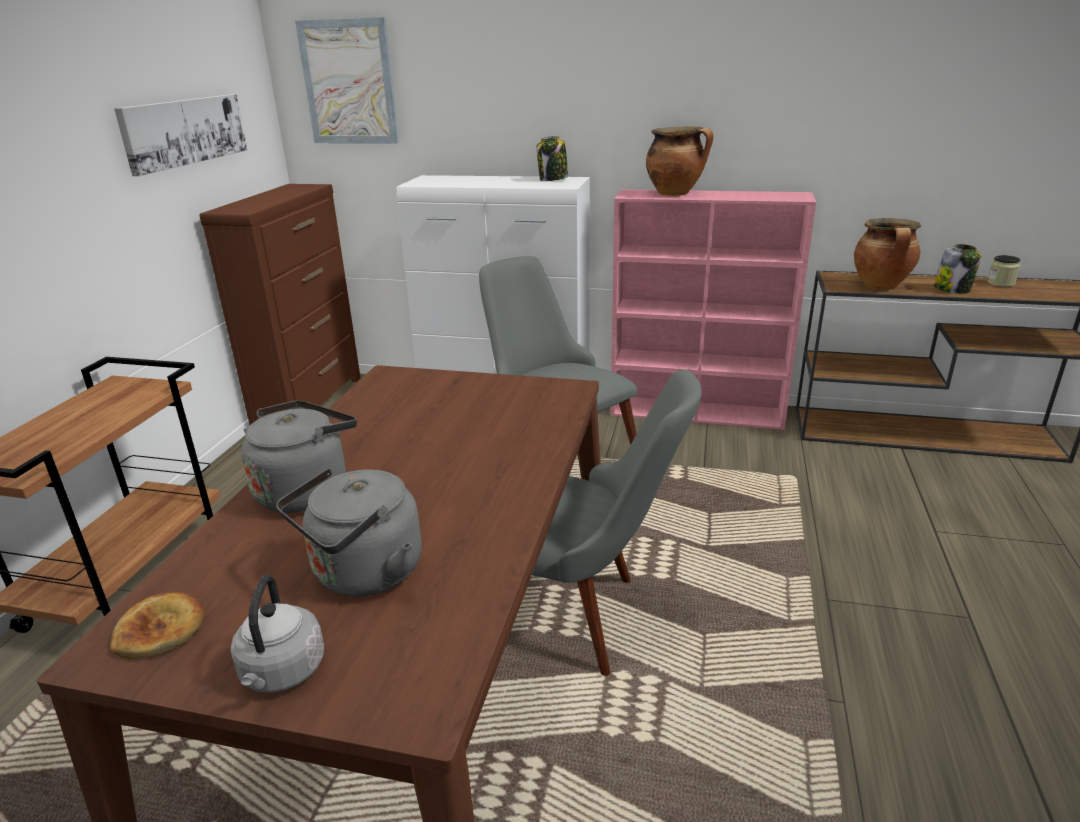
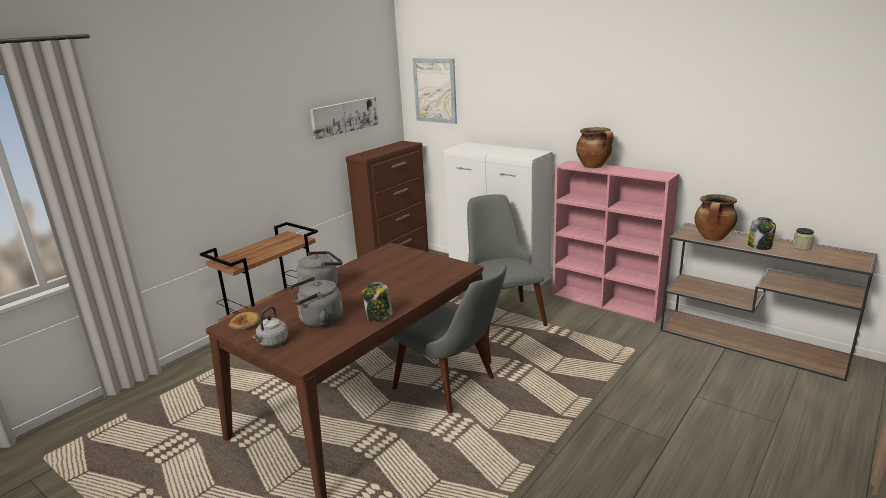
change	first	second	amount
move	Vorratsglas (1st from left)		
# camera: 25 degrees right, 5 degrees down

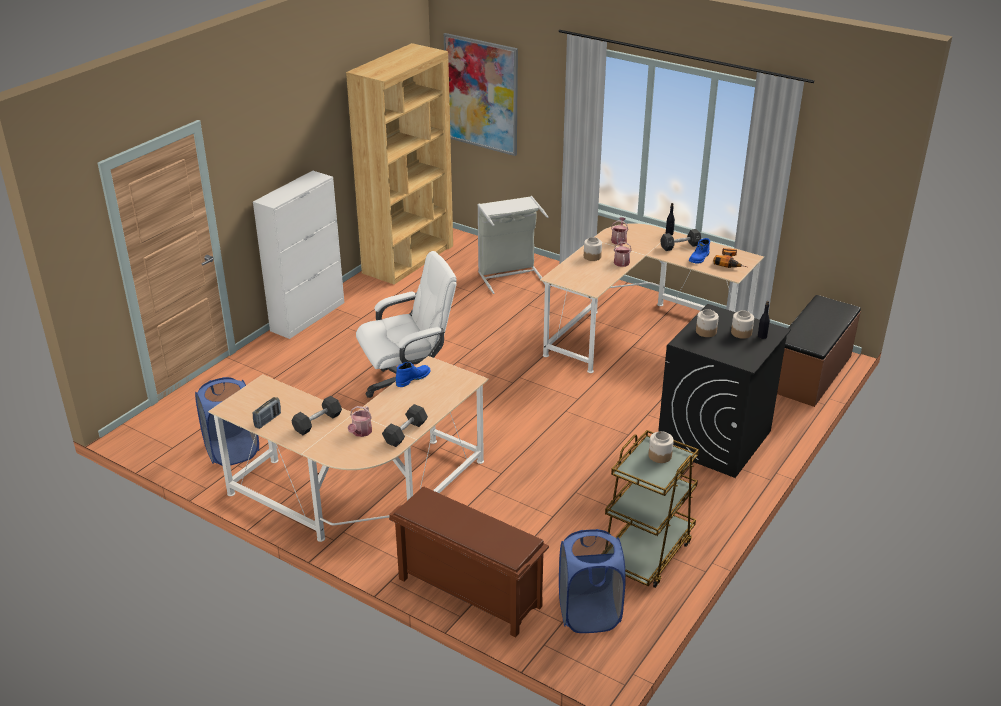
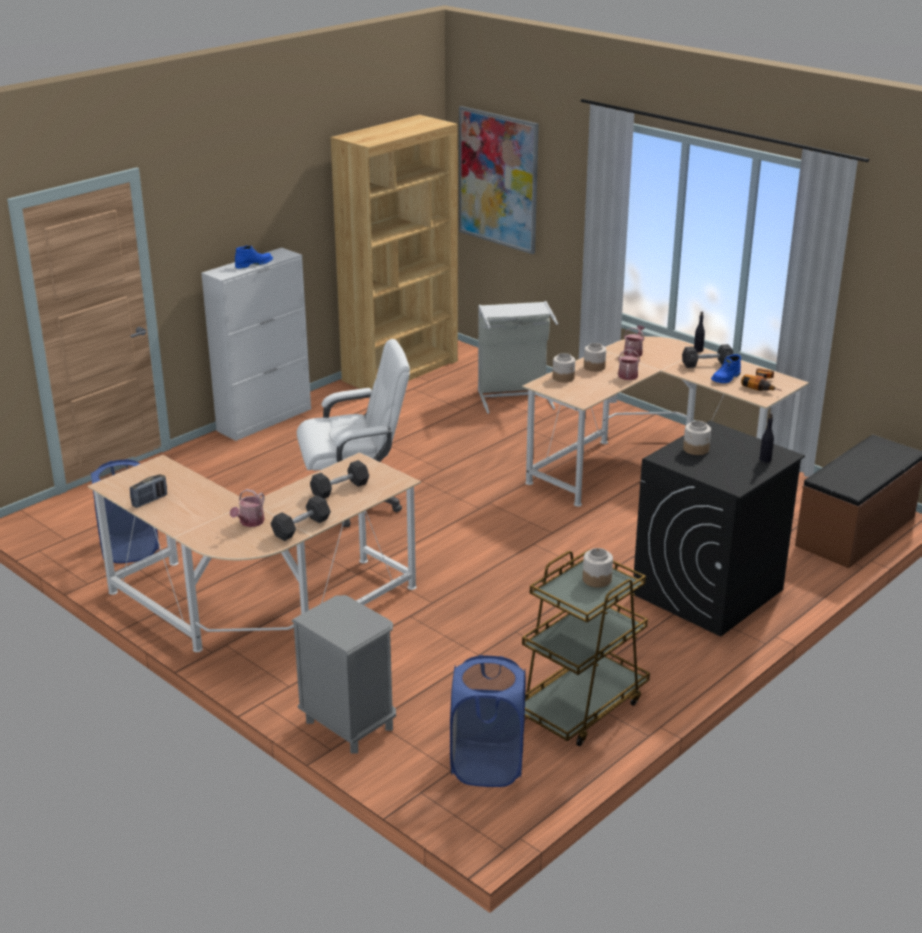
change	first	second	amount
move	Stiefel (blau) (1st from left)		
replace	Schuhregal (braun)	Nachttisch (grau)	
move	Hantel (schwarz) (1st from left in the first image)	Hantel (schwarz) (2nd from left)	
move	Vorratsglas (4th from left in the first image)	Vorratsglas (1st from left)	
# camera: 10 degrees right, 5 degrees down

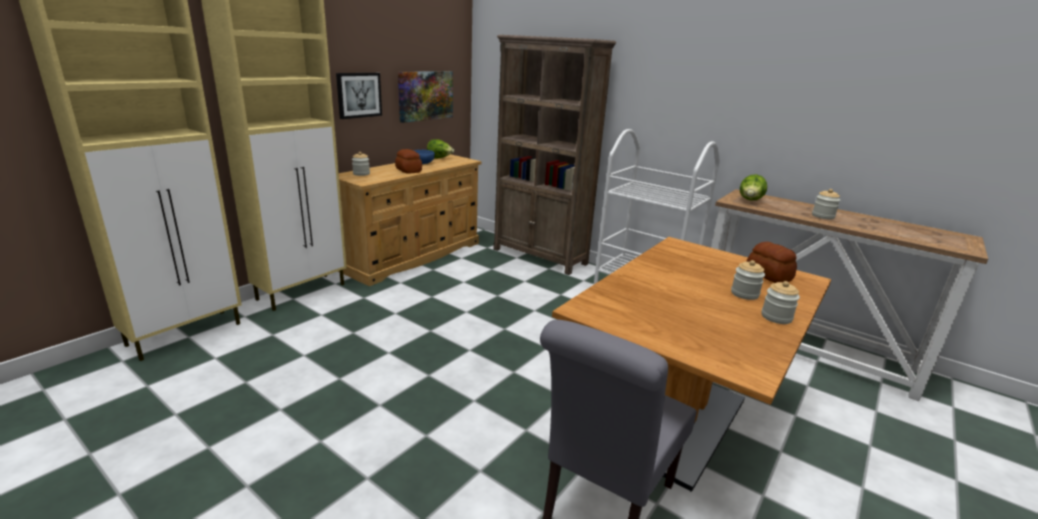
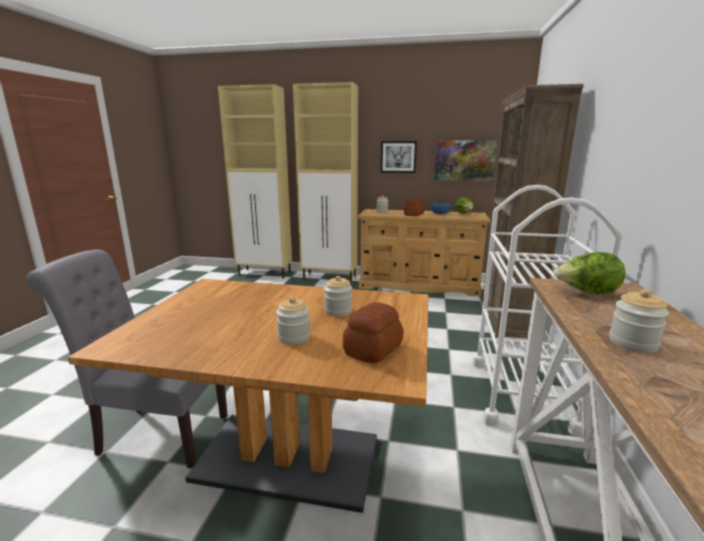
change	first	second	amount
move	Vorratsglas (3rd from left in the first image)	Vorratsglas (2nd from left)	
# camera: 65 degrees right, 5 degrees down

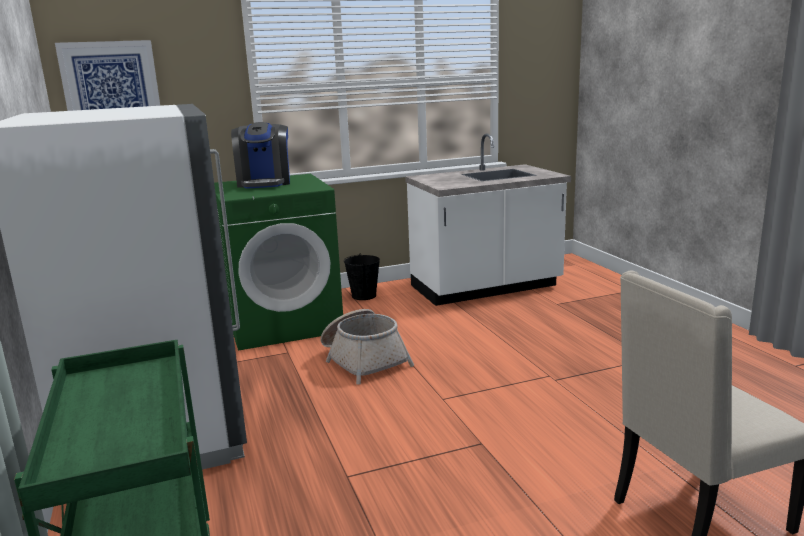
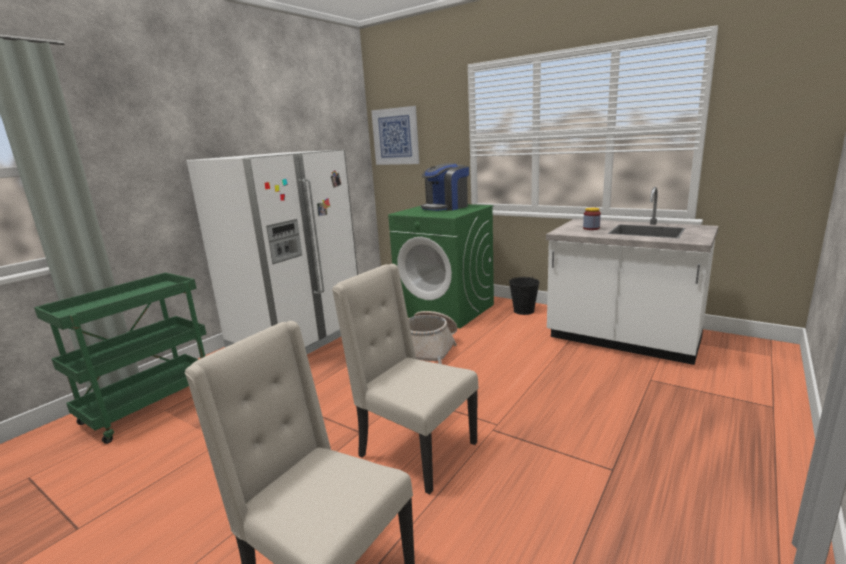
change	first	second	amount
insert		Stuhl (beige) (2nd from left)	
insert		Vorratsglas	
# camera: 55 degrees right, 0 degrees up

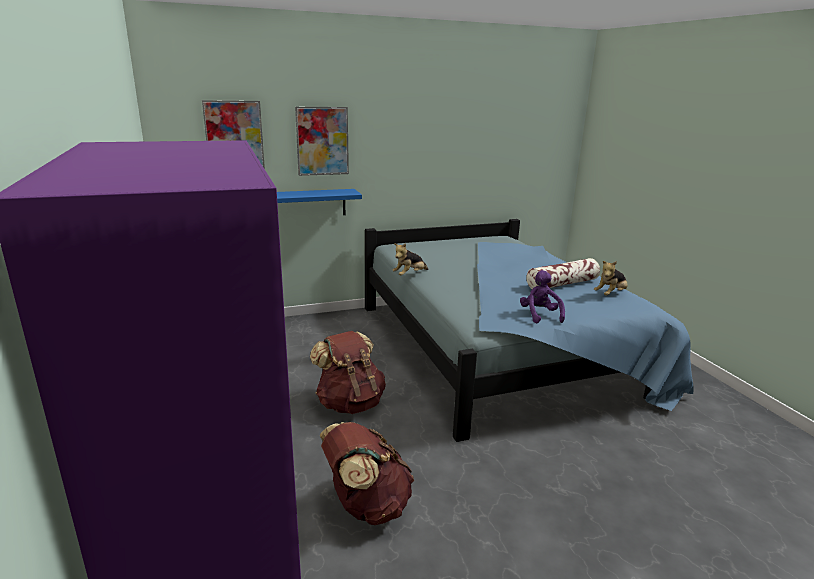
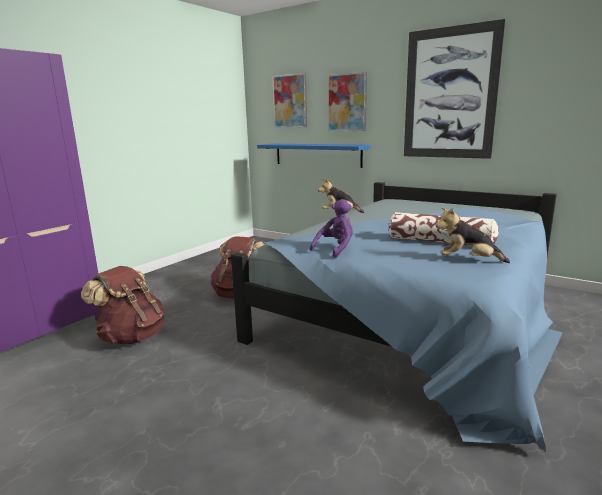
change	first	second	amount
insert		Bild (3rd from left)	
# camera: 55 degrees right, 5 degrees down

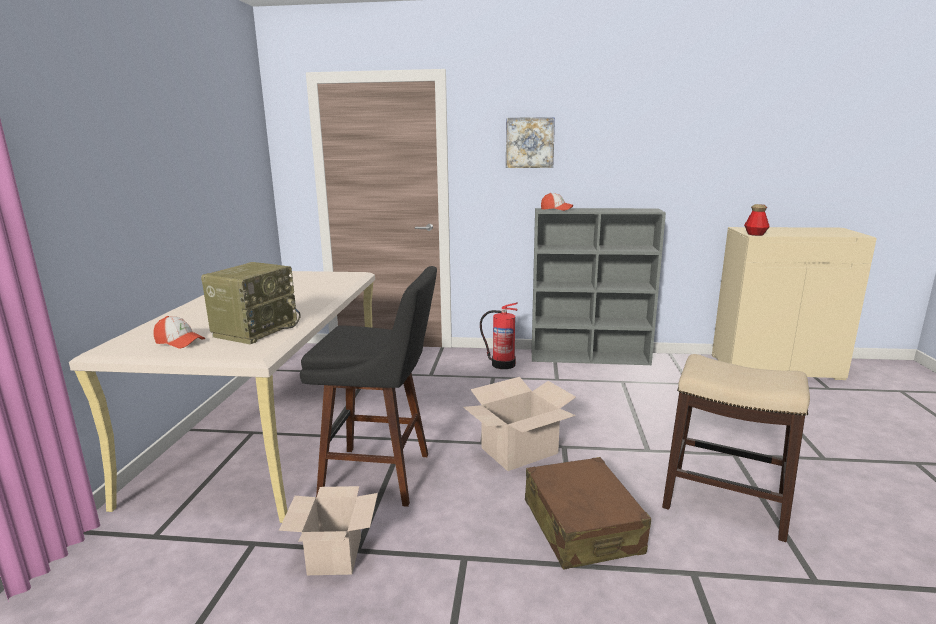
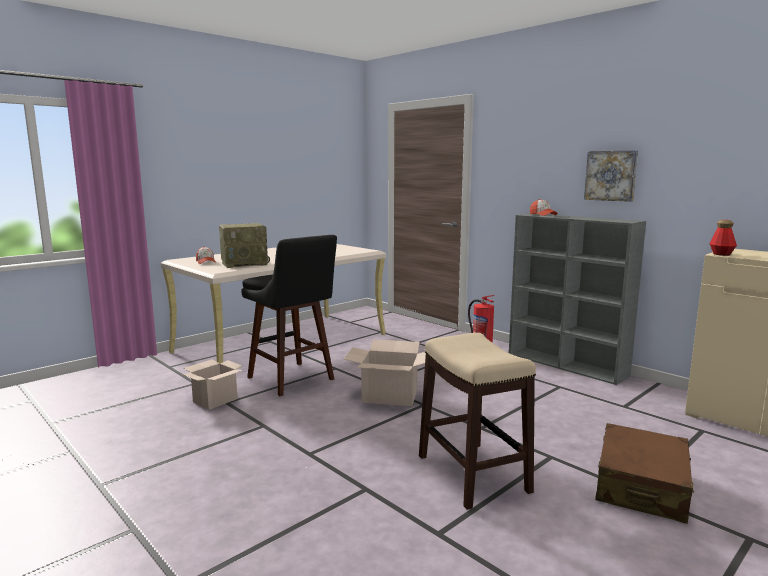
change	first	second	amount
move	Bild		
move	Koffer (braun)		
# camera: 40 degrees right, 5 degrees down

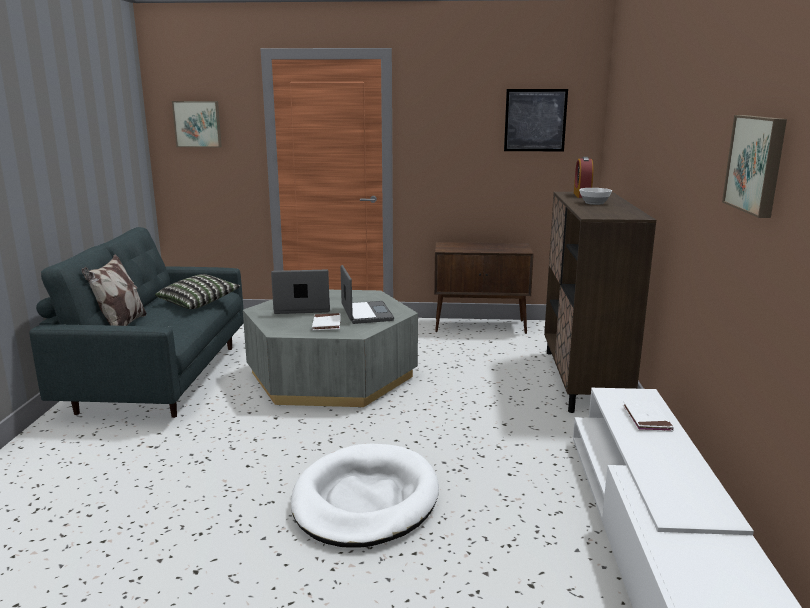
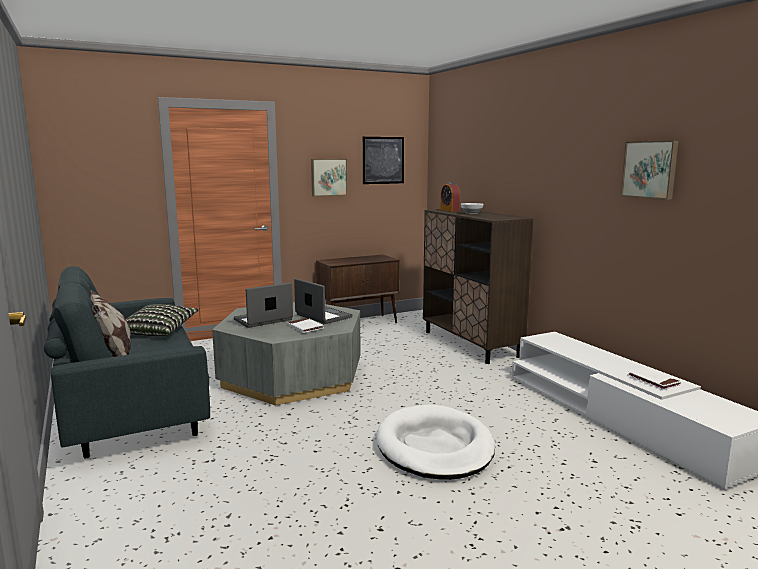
change	first	second	amount
move	Bild (1st from left)		
move	Buch (weiß) (2nd from left)		
# camera: 30 degrees left, 5 degrees down

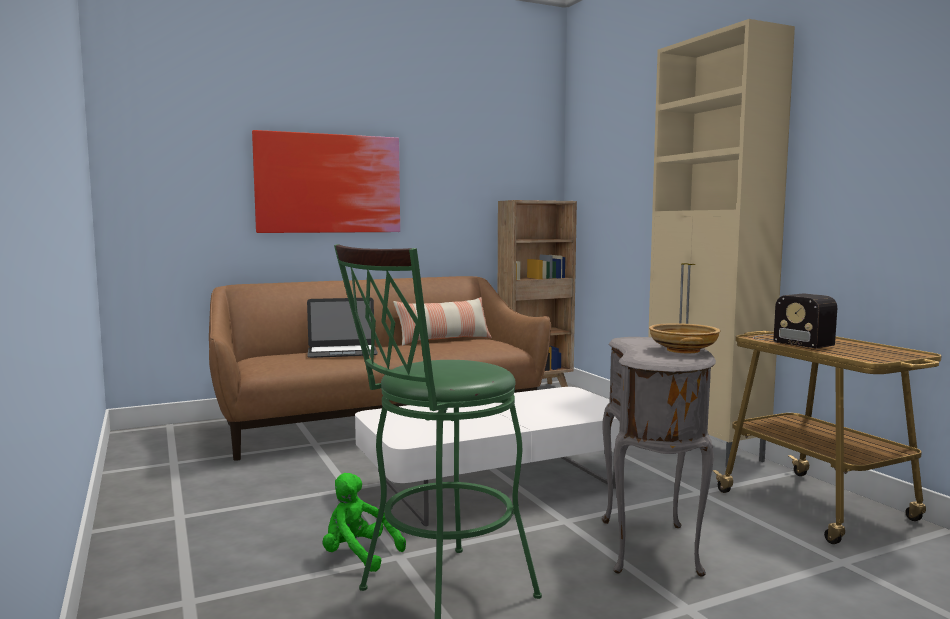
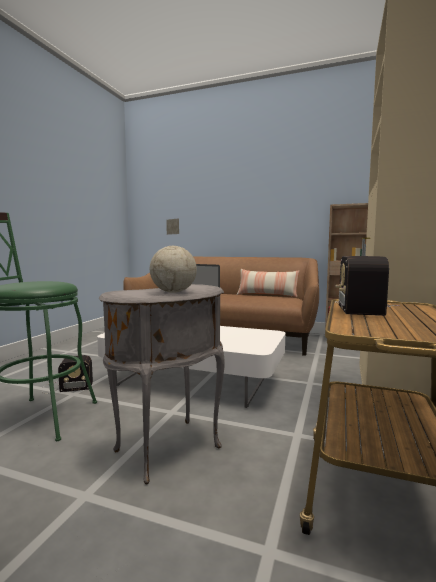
change	first	second	amount
replace	Plüschtier (grün)	Radio (1st from left)	
replace	Schüssel (beige)	Globus	
delete	Bild		
# camera: 45 degrees right, 0 degrees up

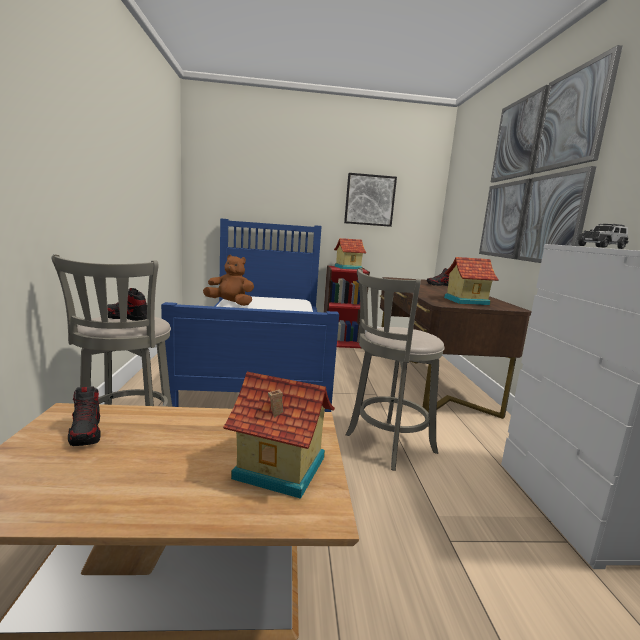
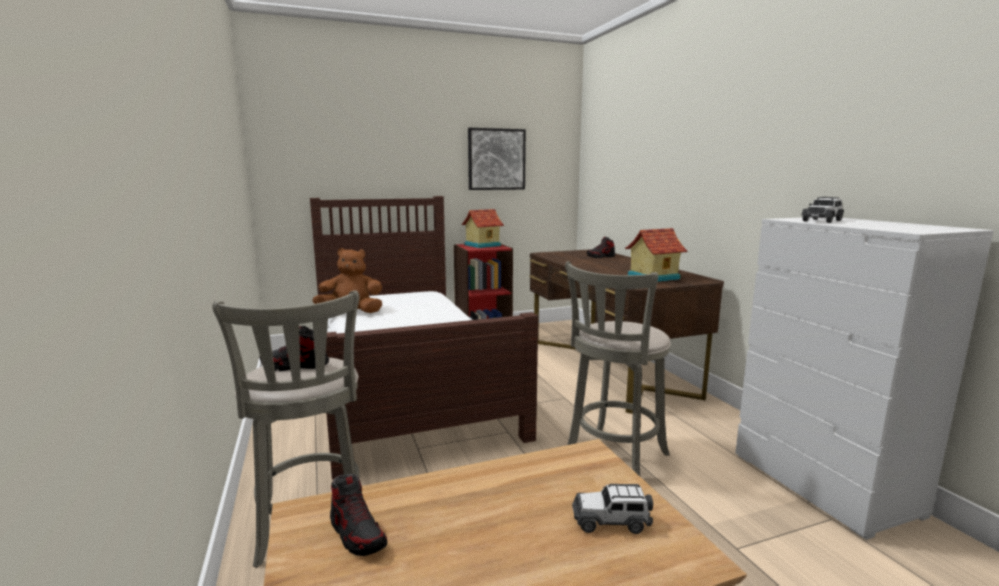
change	first	second	amount
recolor	Bett (blau)	Bett (braun)	
replace	Spielzeughaus (1st from left)	Spielzeugauto (1st from left)	
delete	Bild (2nd from left)		
# camera: 15 degrees left, 0 degrees up

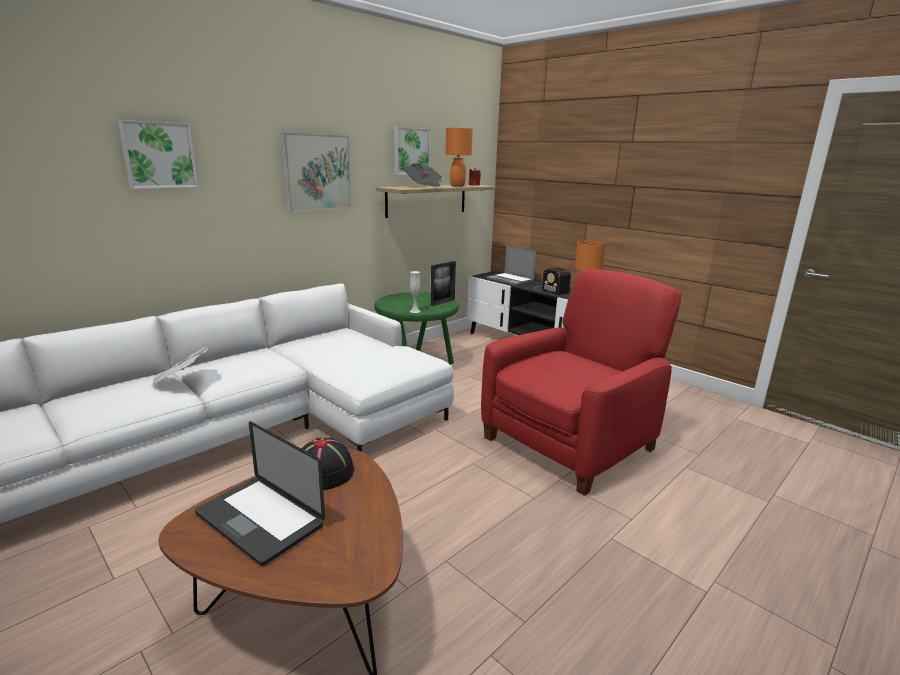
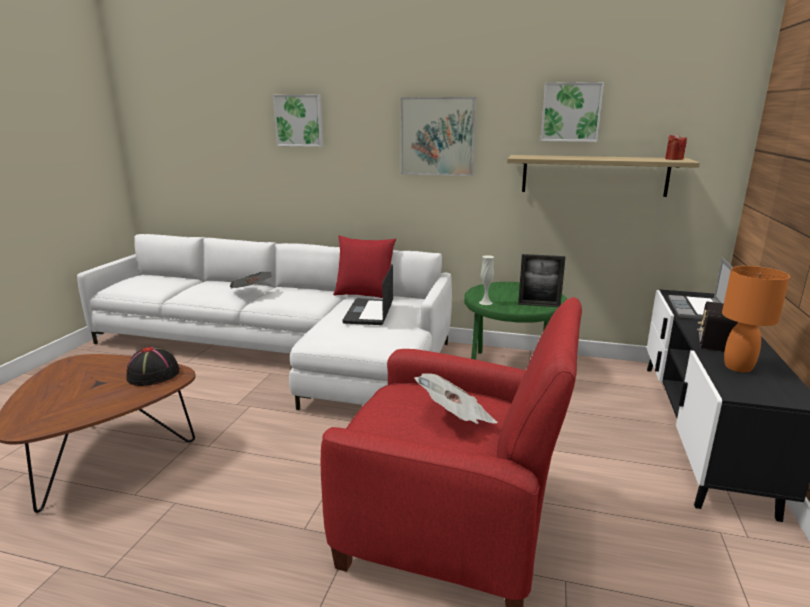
change	first	second	amount
insert		Kissen (rot)	
move	Laptop (1st from left)		
move	Zeitung (2nd from left)		
delete	Tischlampe (orange) (1st from left)		
# camera: 60 degrees right, 0 degrees up

